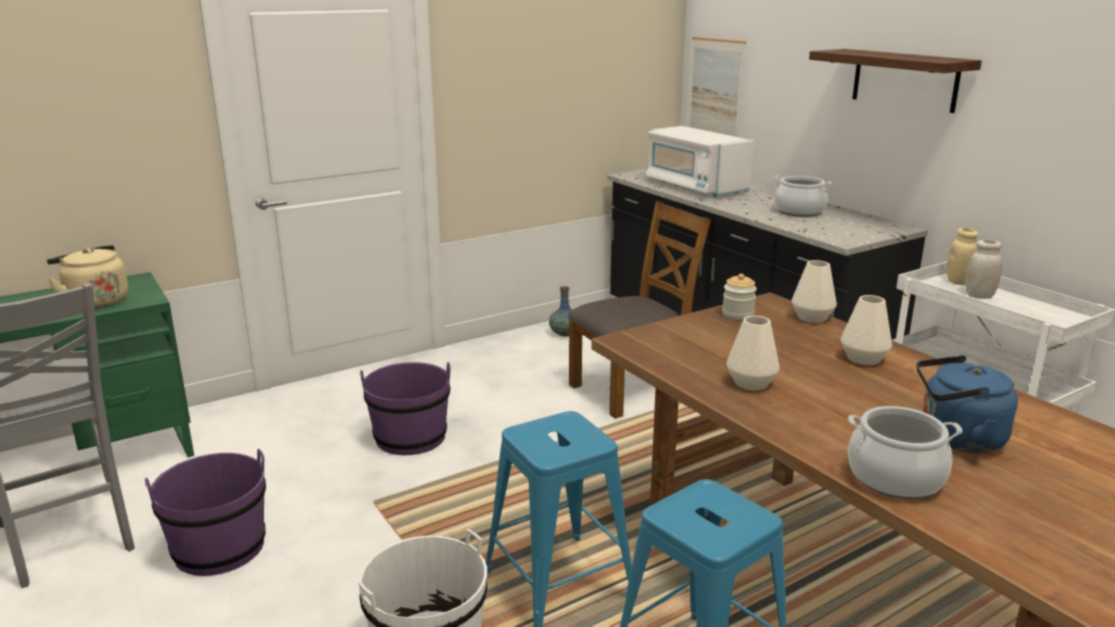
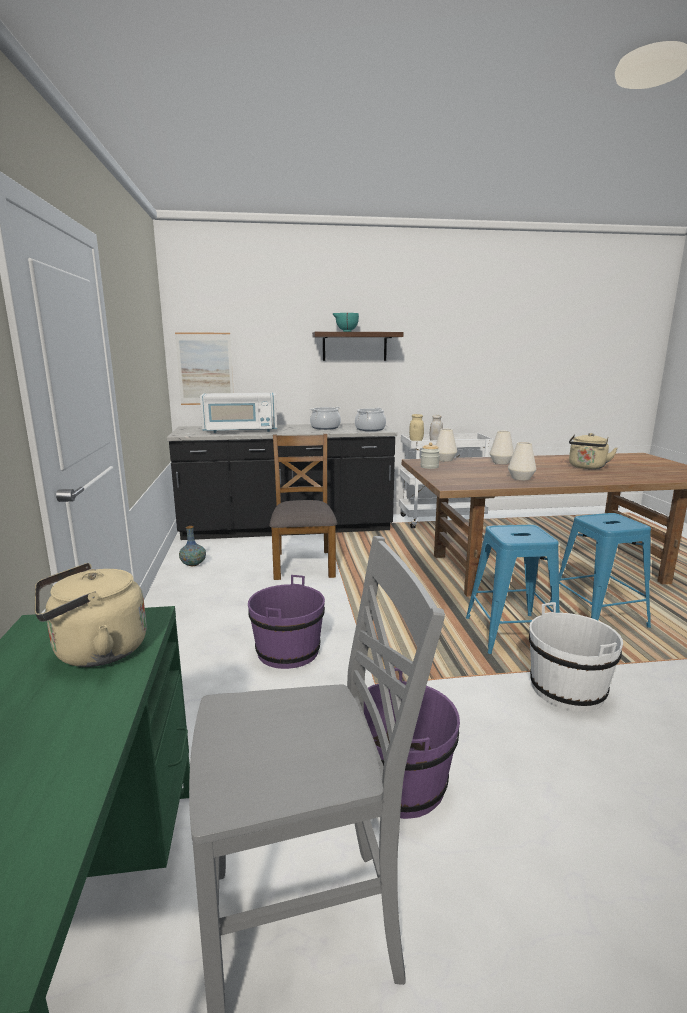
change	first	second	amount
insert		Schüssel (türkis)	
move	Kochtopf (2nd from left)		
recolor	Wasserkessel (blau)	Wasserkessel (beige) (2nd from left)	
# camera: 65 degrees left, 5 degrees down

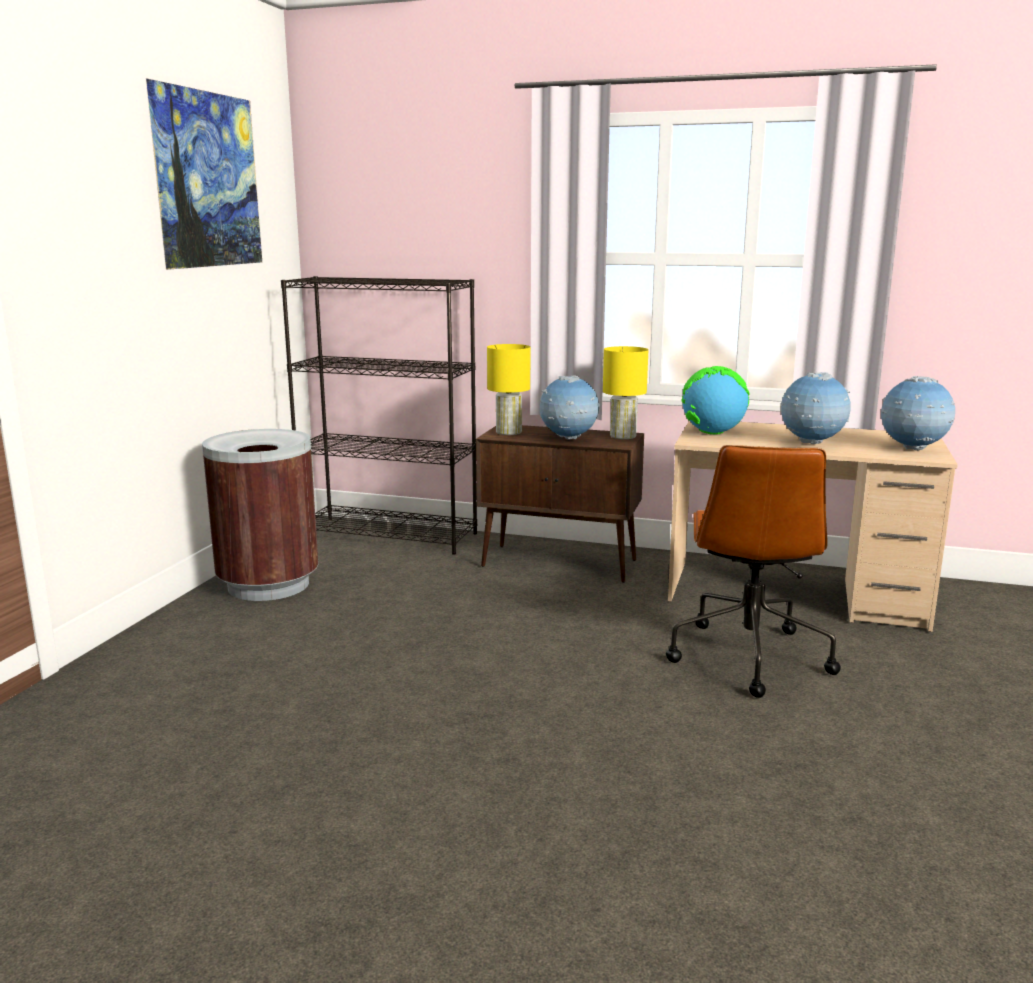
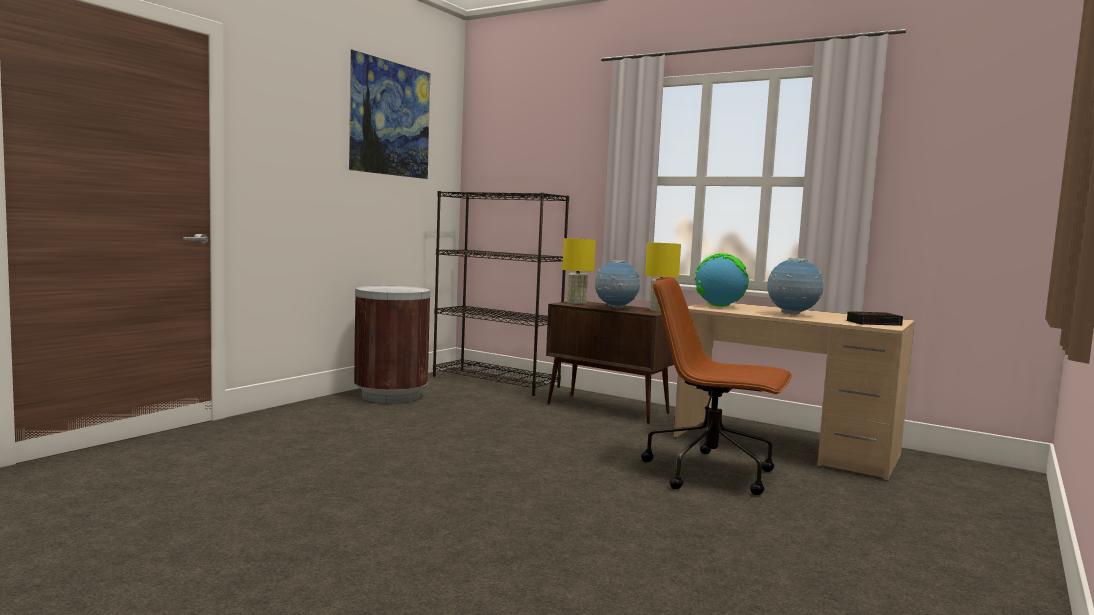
change	first	second	amount
rotate	Bürostuhl (braun)		90 degrees clockwise
replace	Globus (4th from left)	Wecker	
# camera: 15 degrees right, 10 degrees down

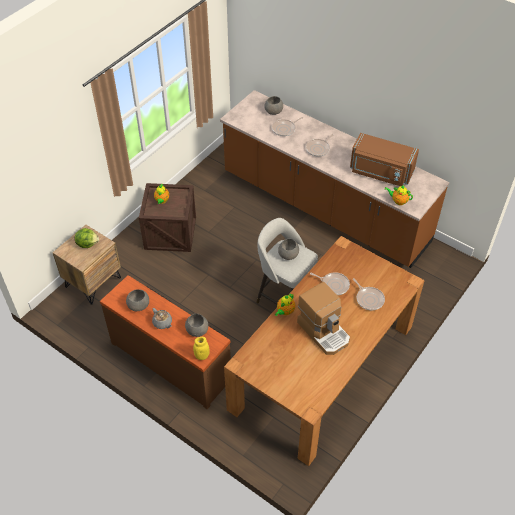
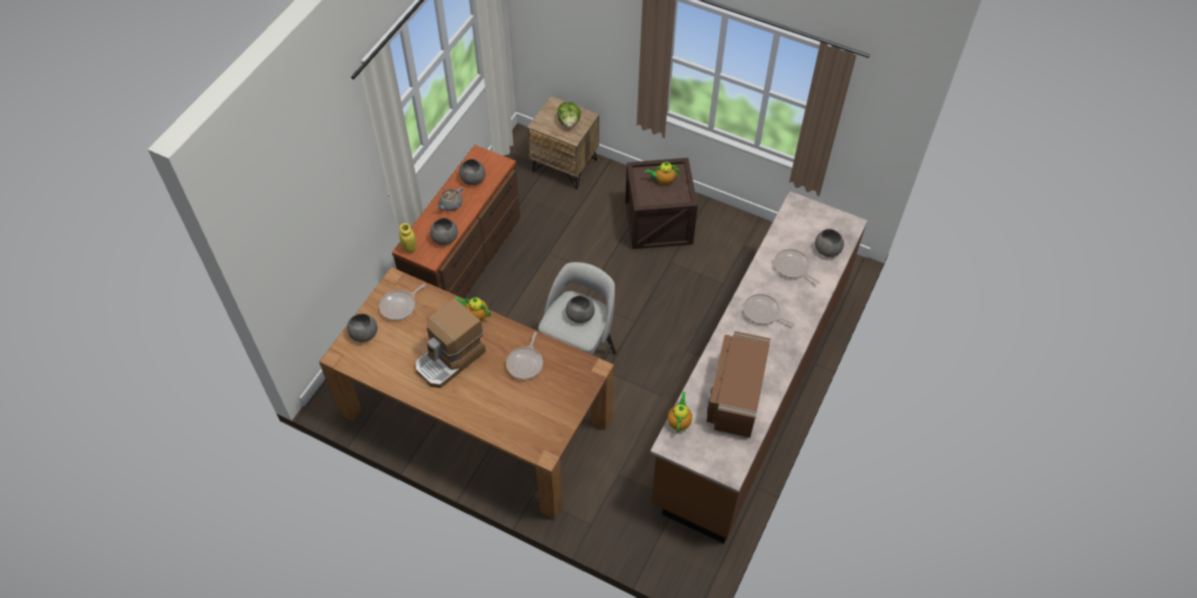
change	first	second	amount
insert		Schüssel (grau) (1st from left)	
move	Pfanne (4th from left in the first image)	Pfanne (1st from left)	
# camera: 80 degrees right, 5 degrees up

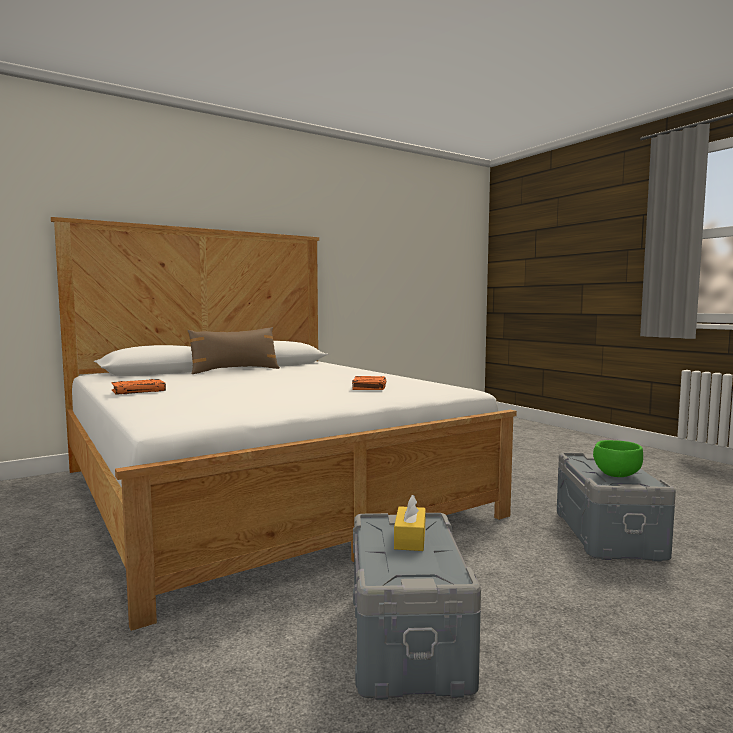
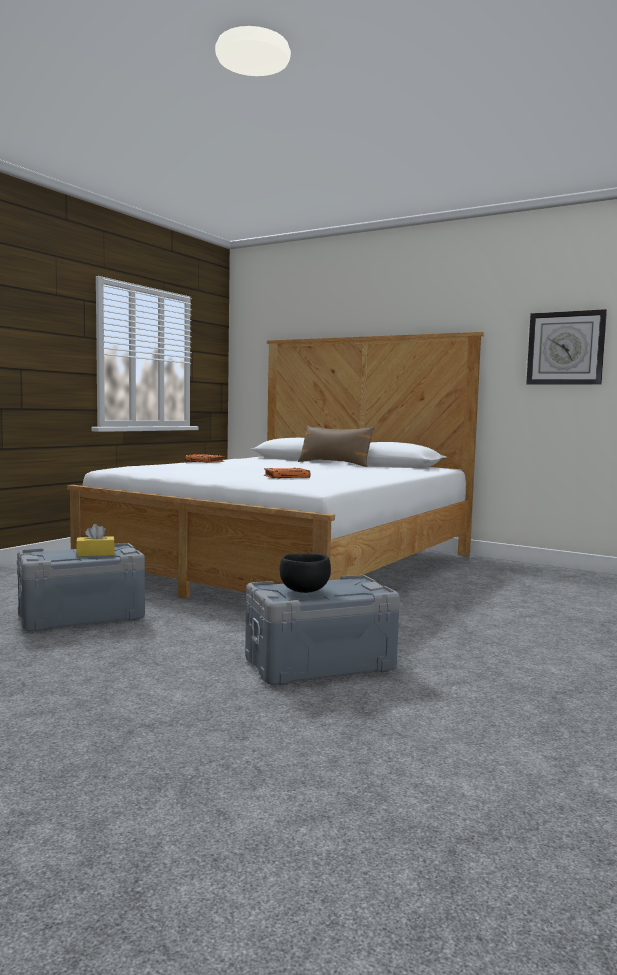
change	first	second	amount
recolor	Schüssel (grün)	Schüssel (schwarz)	
insert		Wanduhr	
# camera: 65 degrees right, 0 degrees up

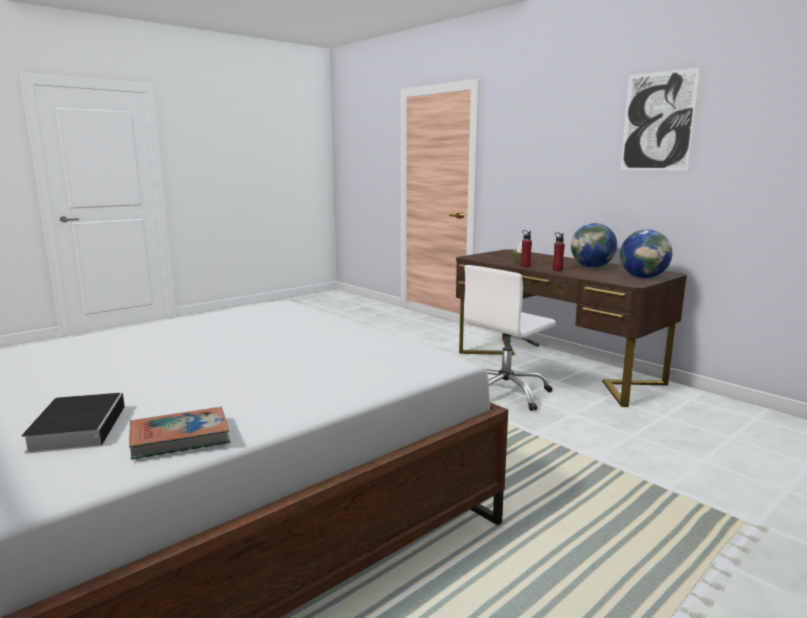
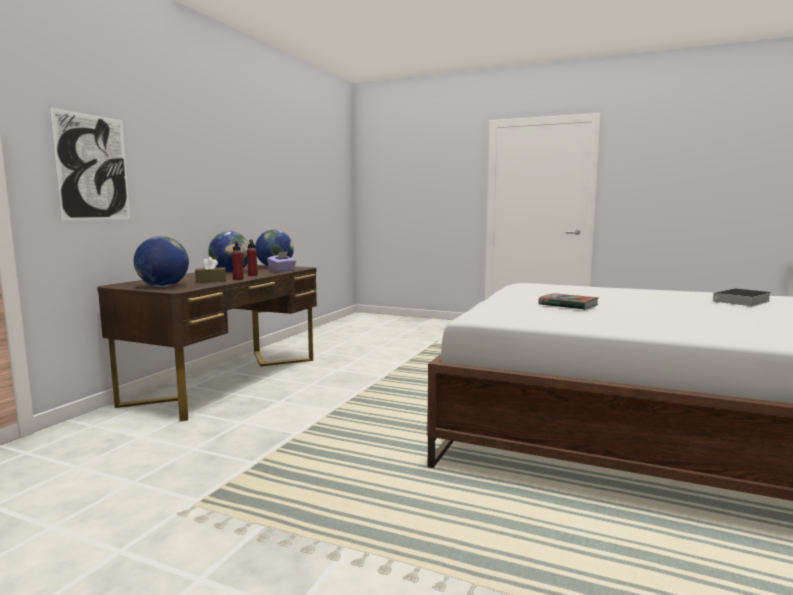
change	first	second	amount
move	Bild		
insert		Globus (1st from left)	
insert		Taschentuchbox (lila)	
move	Buch (2nd from left in the first image)	Buch (1st from left)	
delete	Bürostuhl (weiß)		
# camera: 115 degrees left, 5 degrees down

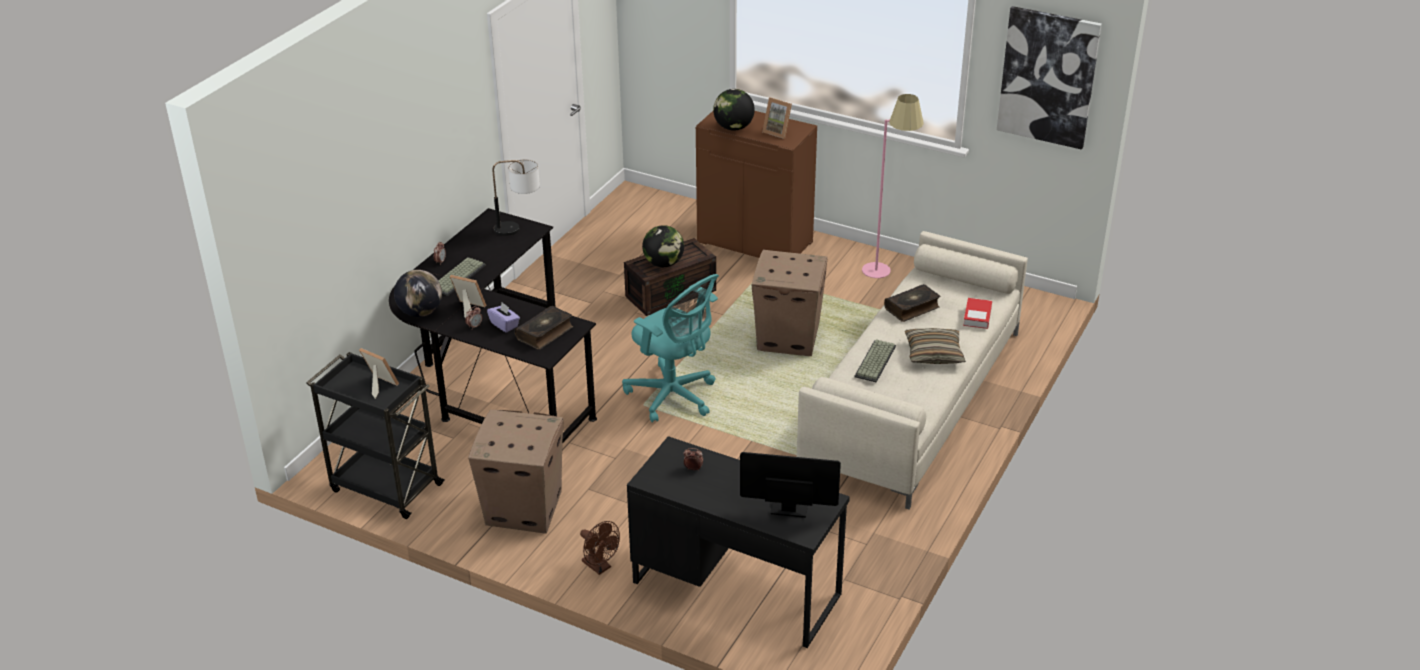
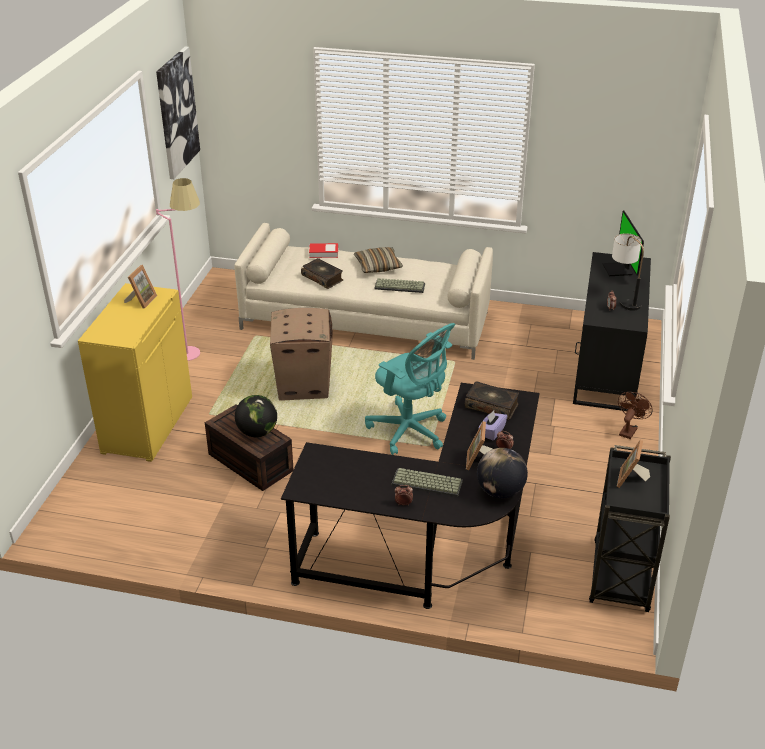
change	first	second	amount
recolor	Schrank (braun)	Schrank (gelb)	
rotate	Bürostuhl (türkis)		105 degrees clockwise
move	Tischlampe		
delete	Karton (1st from left)		
delete	Globus (3rd from left)		
# camera: 105 degrees left, 0 degrees up

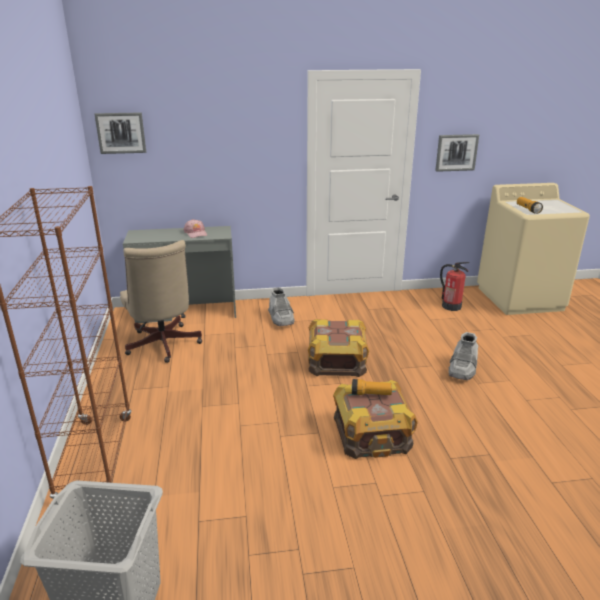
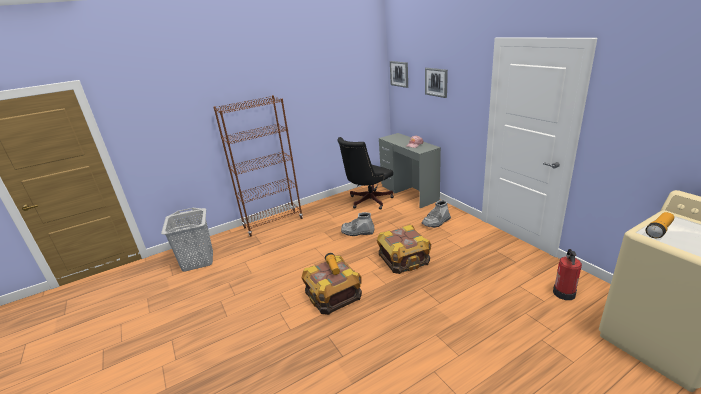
change	first	second	amount
recolor	Bürostuhl (beige)	Bürostuhl (schwarz)	
move	Stiefel (grau) (2nd from left in the first image)	Stiefel (grau) (1st from left)	
move	Bild (2nd from left)		
# camera: 70 degrees right, 0 degrees up

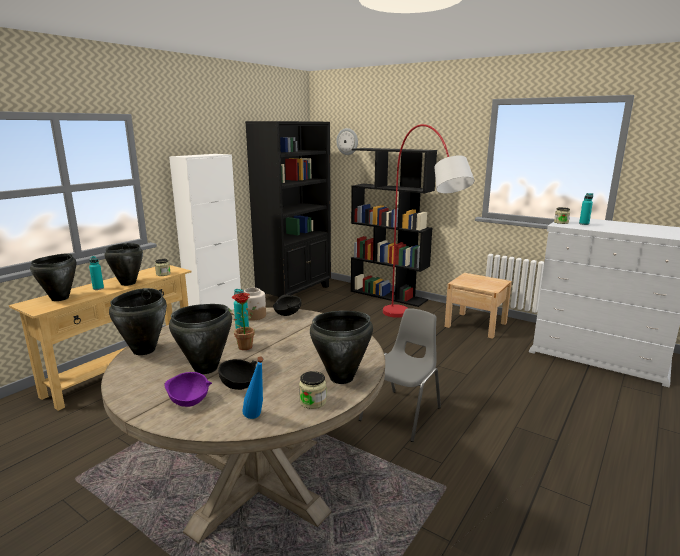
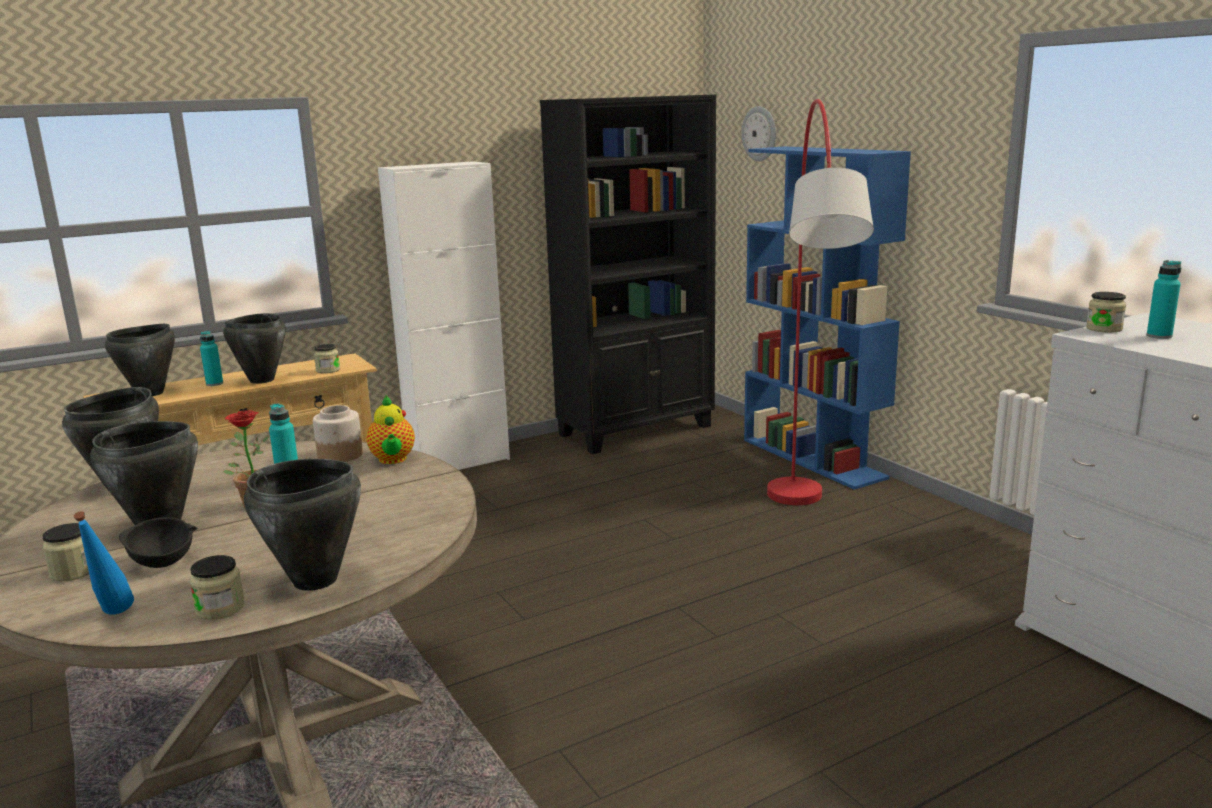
change	first	second	amount
replace	Schüssel (lila)	Vorratsglas (1st from left)	
replace	Schüssel (schwarz) (2nd from left)	Teekanne	
recolor	Bücherregal (schwarz) (2nd from left)	Bücherregal (blau)	
delete	Stuhl (grau)		
delete	Nachttisch (beige)		
# camera: 25 degrees right, 0 degrees up

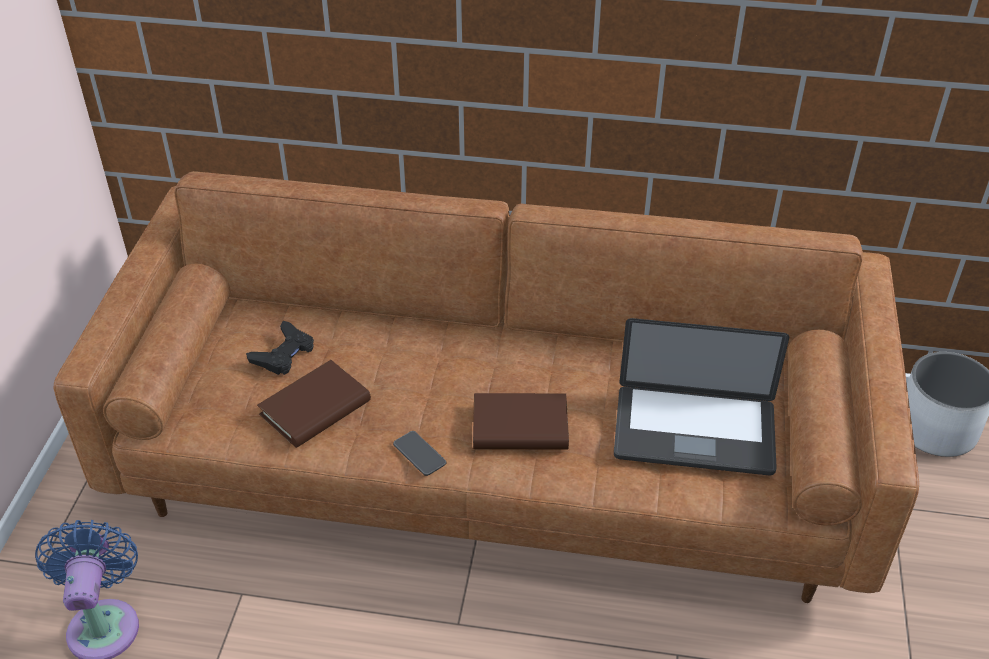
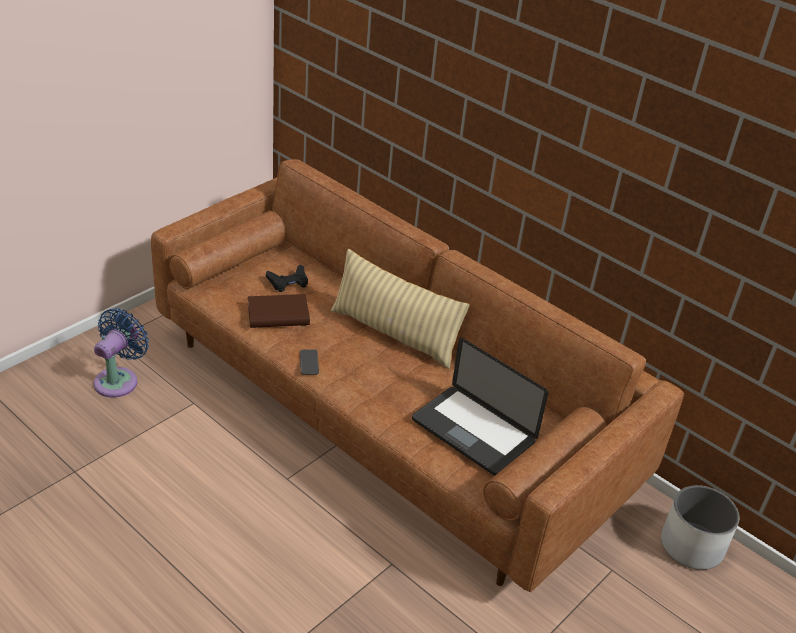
change	first	second	amount
insert		Kissen (beige)	
delete	Buch (braun) (2nd from left)		
# camera: 30 degrees right, 5 degrees down

